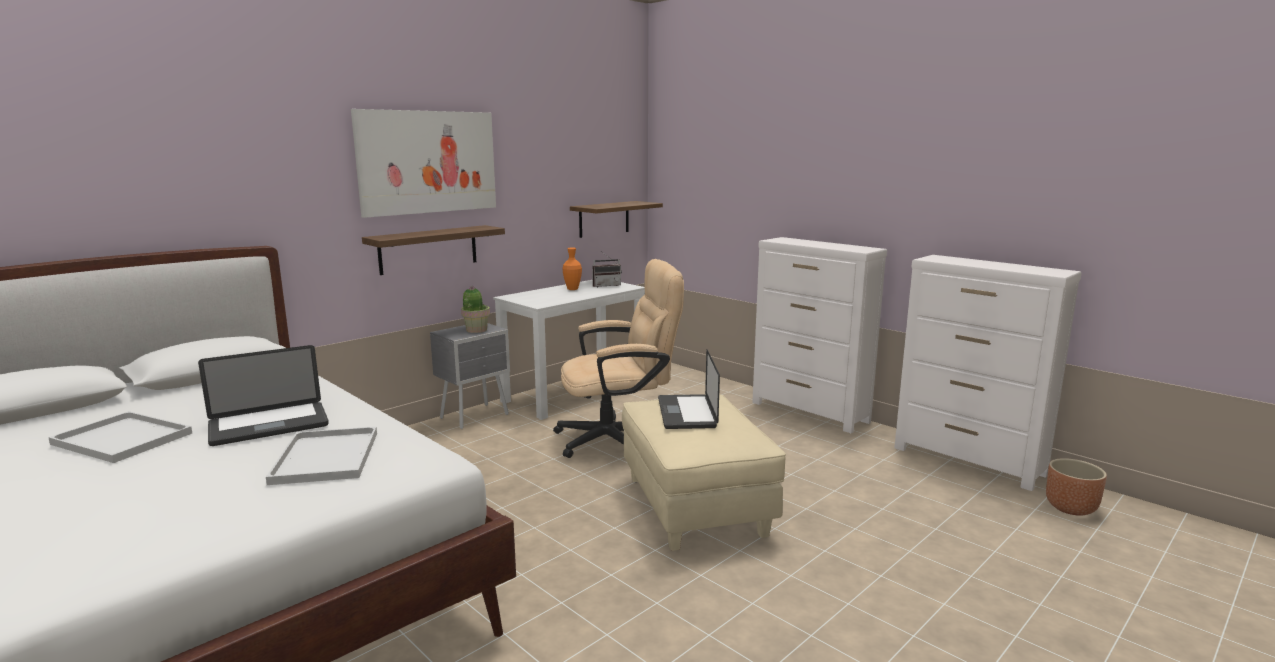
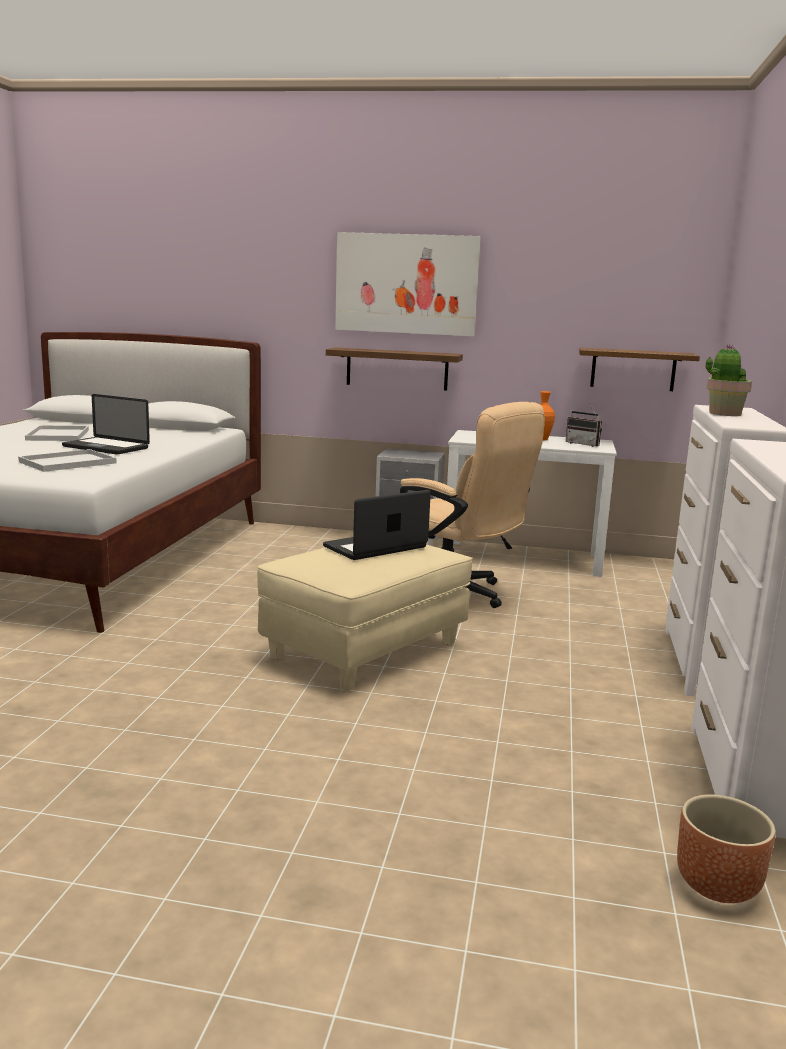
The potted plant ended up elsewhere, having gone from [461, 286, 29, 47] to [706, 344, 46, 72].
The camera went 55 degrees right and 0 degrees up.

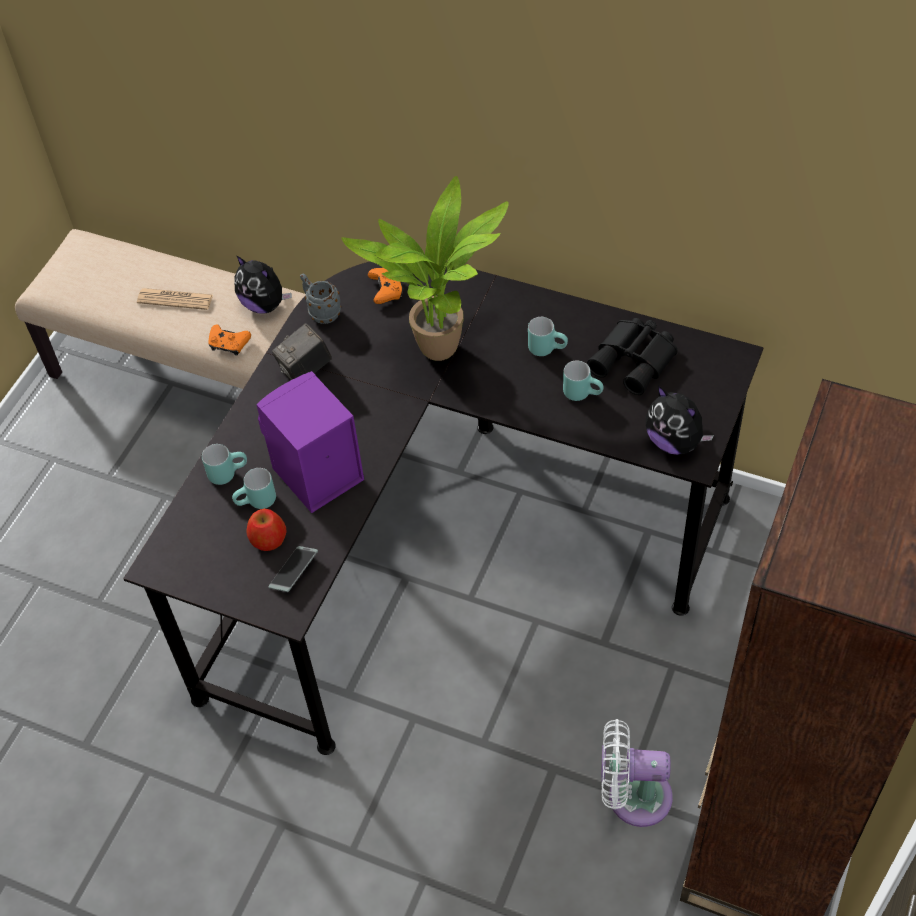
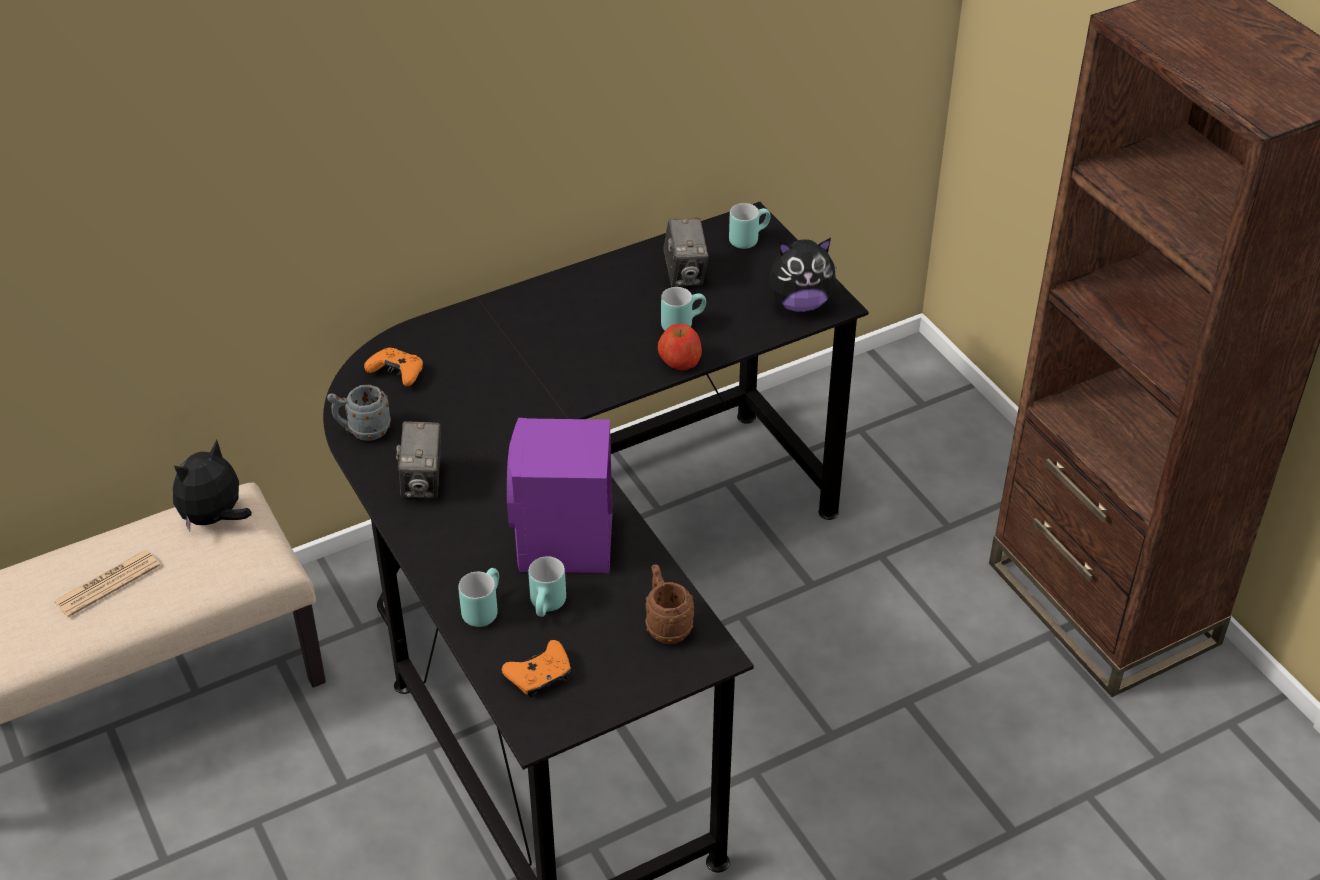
The second view lost the potted plant at [341, 176, 168, 185].
The second view lost the whitish cooling fan at [601, 719, 72, 108].
The orange-coloured gamepad ended up elsewhere, having gone from [209, 324, 42, 32] to [502, 640, 69, 58].
The apple ended up elsewhere, having gone from [246, 509, 40, 42] to [658, 324, 44, 46].
The blue-green mug ended up elsewhere, having gone from [528, 317, 40, 39] to [729, 203, 42, 46].
Where the telephone stood at [268, 546, 50, 46], the brownish mug came to stand at [645, 564, 49, 80].
Where the black-coloured field glasses stood at [587, 318, 91, 77], the photo camera came to stand at [663, 218, 46, 69].
The cuddly toy at [235, 255, 57, 59] ended up facing another way, 150 degrees clockwise from before.
The camera went 55 degrees left and 10 degrees down.

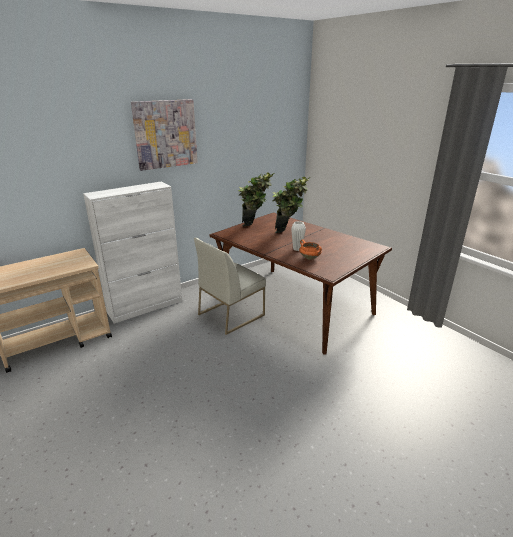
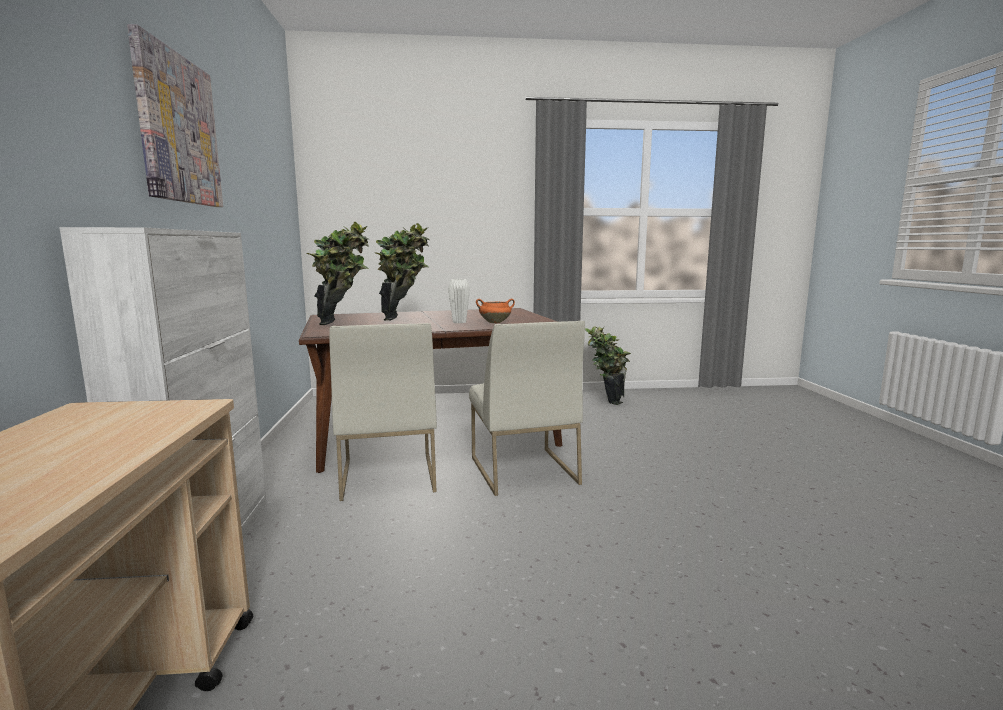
The second view gained the whitish chair at [469, 321, 116, 175].
The second view gained the potted plant at [585, 326, 46, 79].
The camera went 60 degrees left and 15 degrees down.

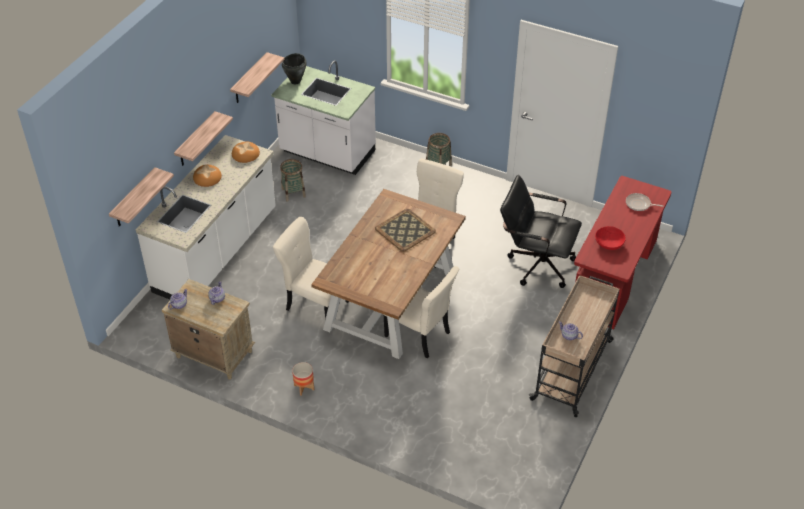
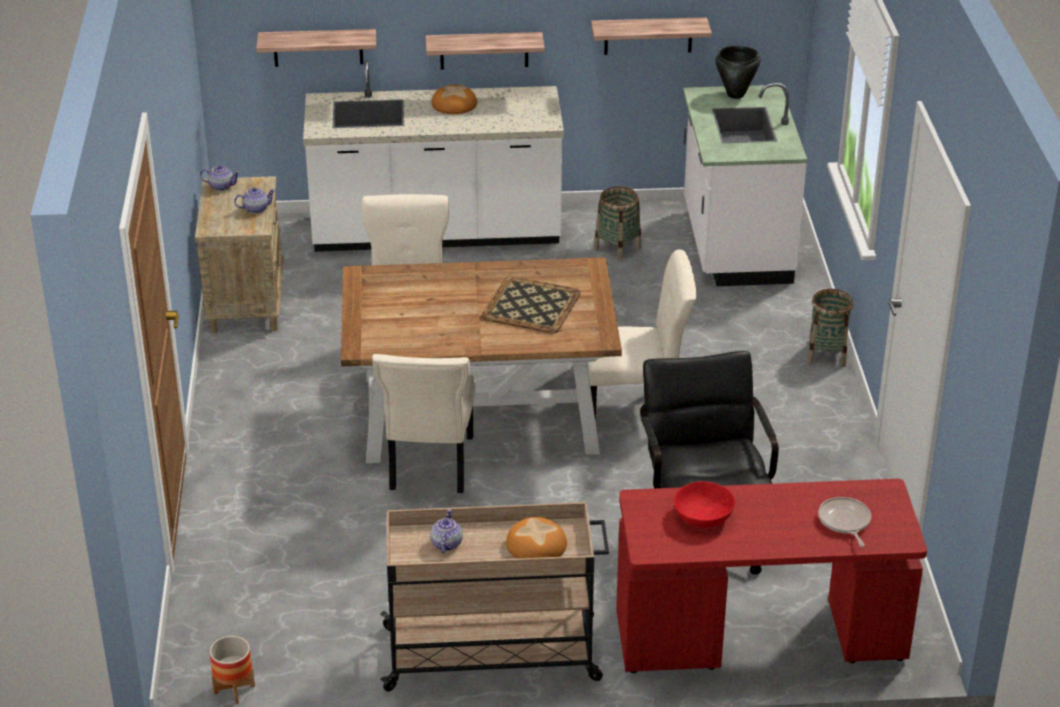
The baked bread ended up elsewhere, having gone from [232, 142, 28, 21] to [506, 517, 61, 42].
The planter ended up elsewhere, having gone from [292, 362, 22, 34] to [210, 636, 45, 68].
The camera went 60 degrees right and 10 degrees down.

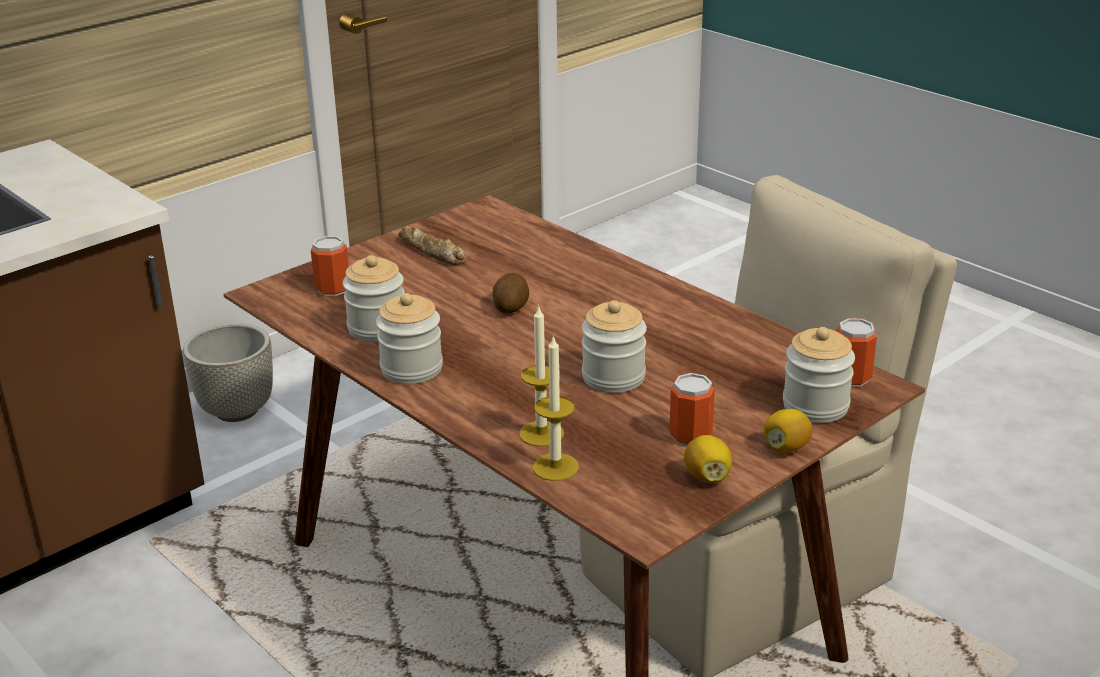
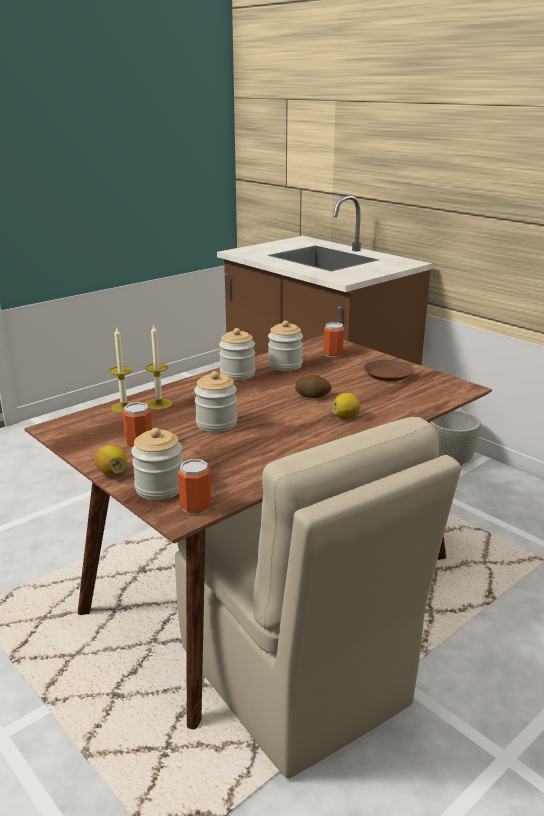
The citrus fruit ended up elsewhere, having gone from [684, 435, 48, 48] to [332, 393, 28, 26].
Where the baked bread stood at [398, 226, 69, 39], the brownish dinner plate came to stand at [364, 360, 50, 22].
The camera went 90 degrees right and 5 degrees down.

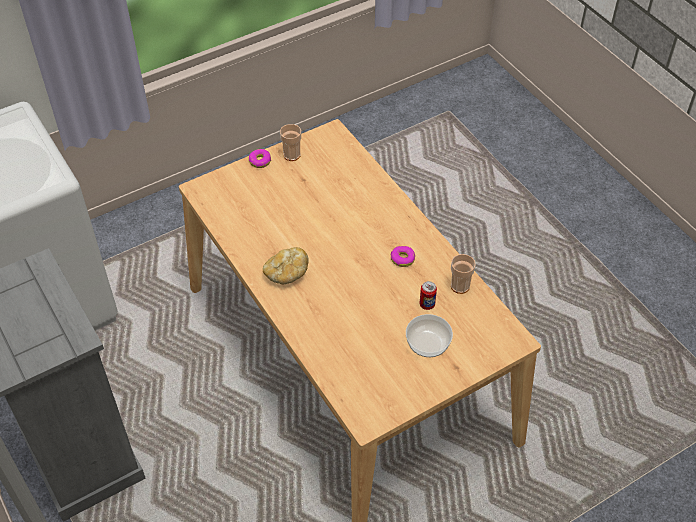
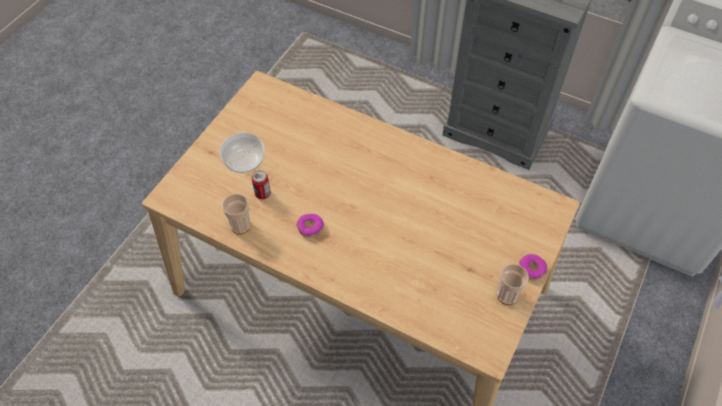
The second view lost the baked bread at [263, 247, 46, 37].
The camera went 150 degrees right and 5 degrees up.

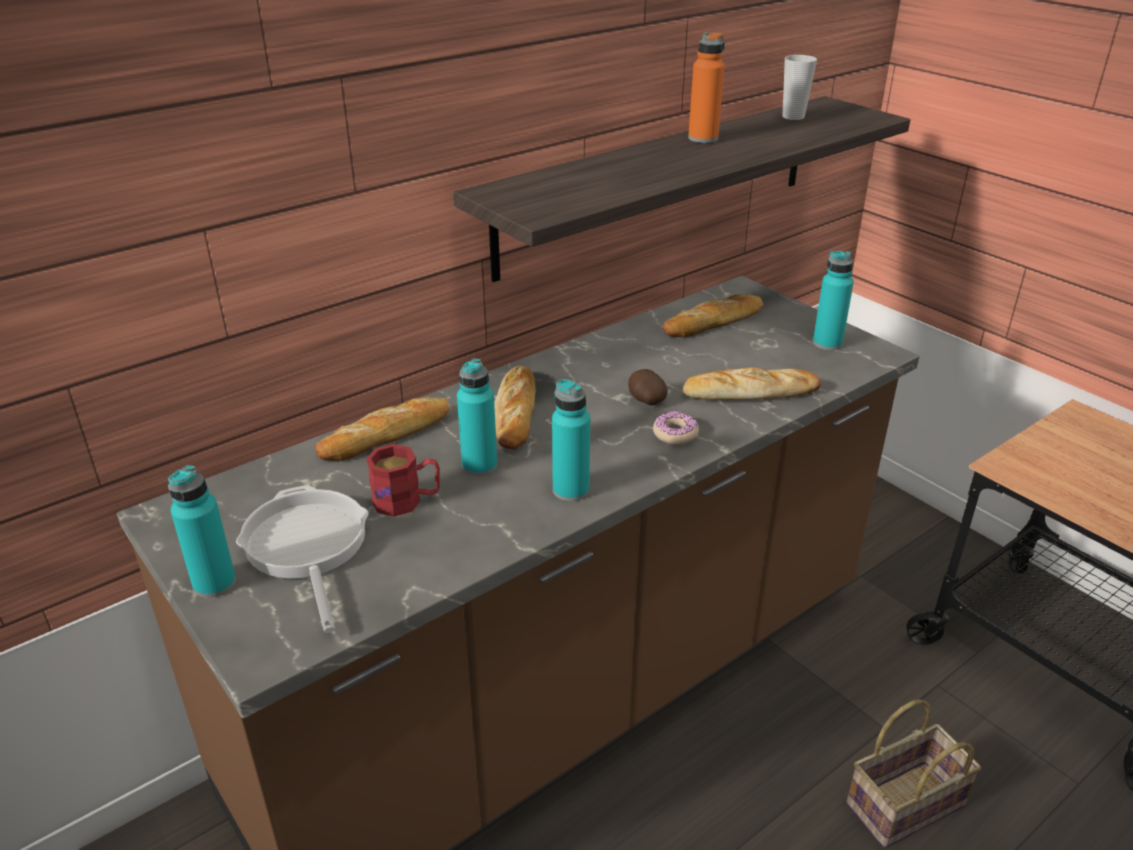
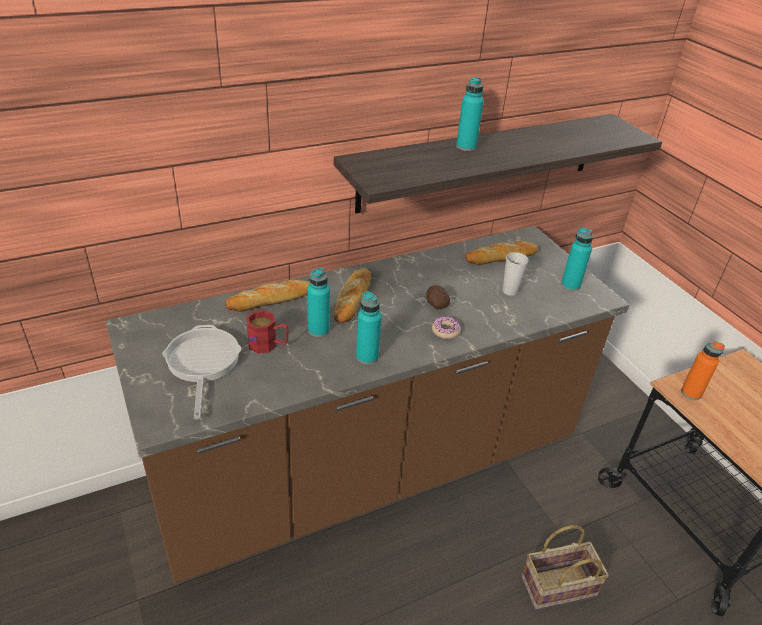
The second view lost the baked bread at [683, 367, 138, 33].
The blue-green bottle ended up elsewhere, having gone from [168, 465, 68, 133] to [456, 77, 28, 74].
The orange-coloured bottle ended up elsewhere, having gone from [688, 32, 37, 111] to [681, 340, 44, 60].
The small cup ended up elsewhere, having gone from [783, 55, 34, 65] to [503, 252, 26, 44].
The camera went 10 degrees right and 5 degrees up.

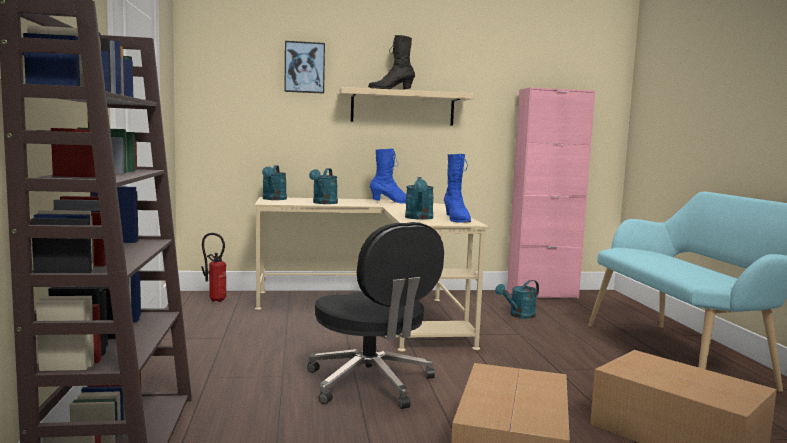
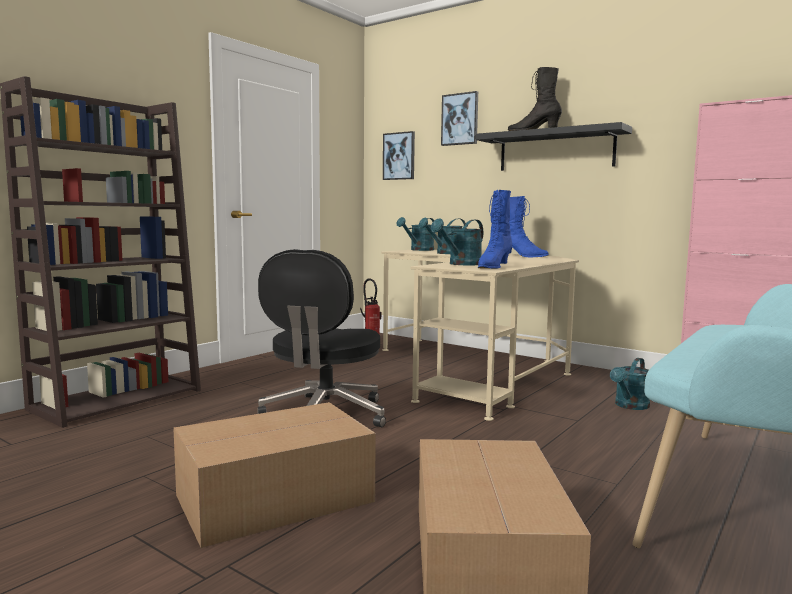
The second view gained the wall picture at [383, 131, 32, 49].
What was the sand-coloured wall shelf at [339, 87, 134, 39] turned into the black-coloured wall shelf at [476, 122, 156, 49].
The blue-green watering can at [495, 280, 44, 39] ended up facing another way, 60 degrees counterclockwise from before.
The camera went 45 degrees right and 0 degrees up.

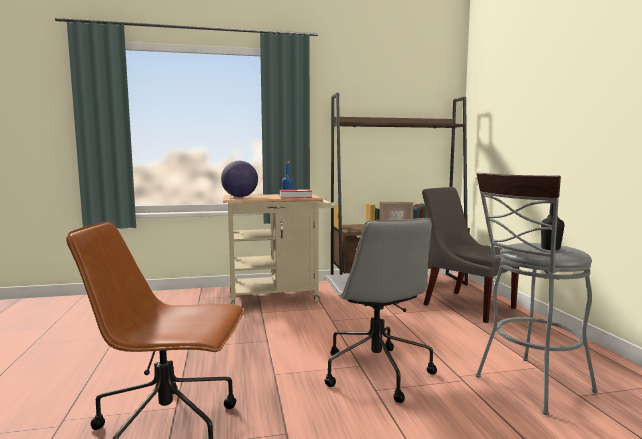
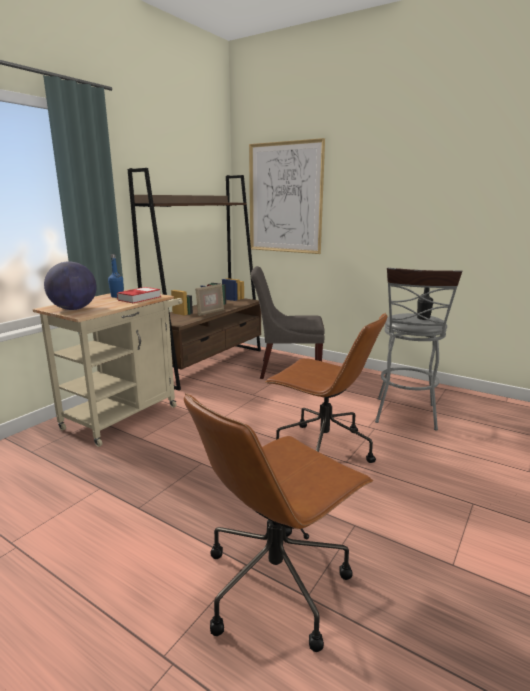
The second view gained the wall picture at [249, 138, 76, 116].
What was the grey office chair at [324, 218, 113, 185] turned into the brownish office chair at [265, 313, 123, 150].
The camera went 45 degrees left and 10 degrees up.

